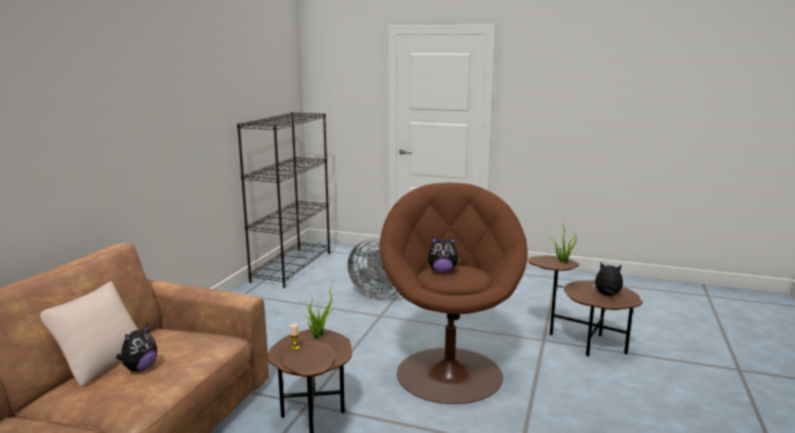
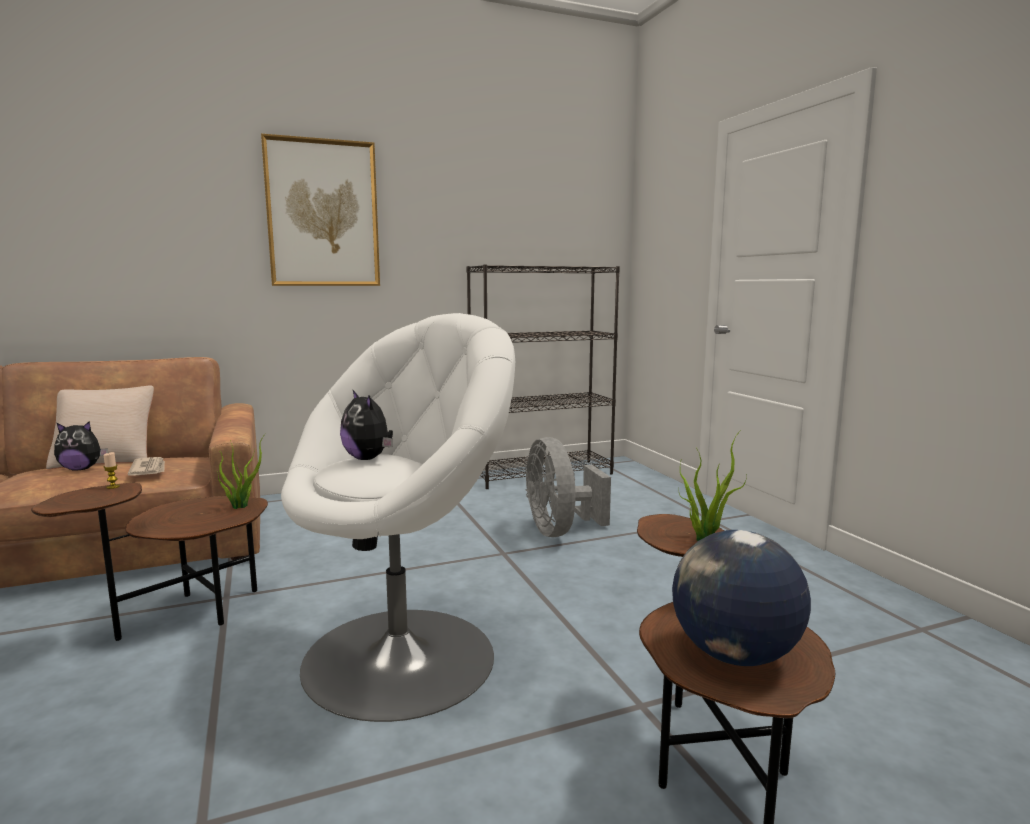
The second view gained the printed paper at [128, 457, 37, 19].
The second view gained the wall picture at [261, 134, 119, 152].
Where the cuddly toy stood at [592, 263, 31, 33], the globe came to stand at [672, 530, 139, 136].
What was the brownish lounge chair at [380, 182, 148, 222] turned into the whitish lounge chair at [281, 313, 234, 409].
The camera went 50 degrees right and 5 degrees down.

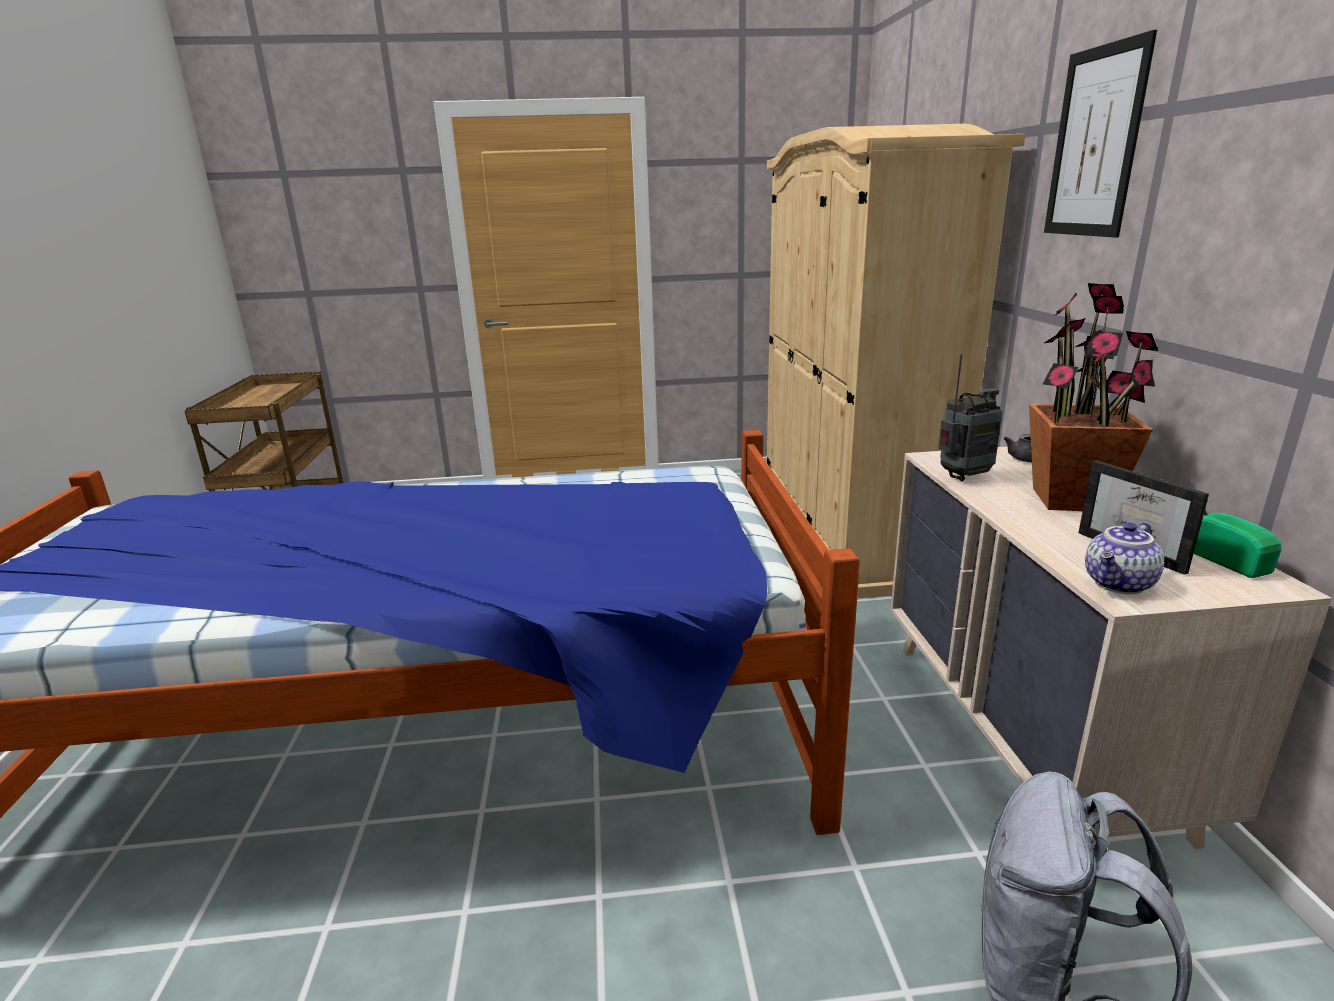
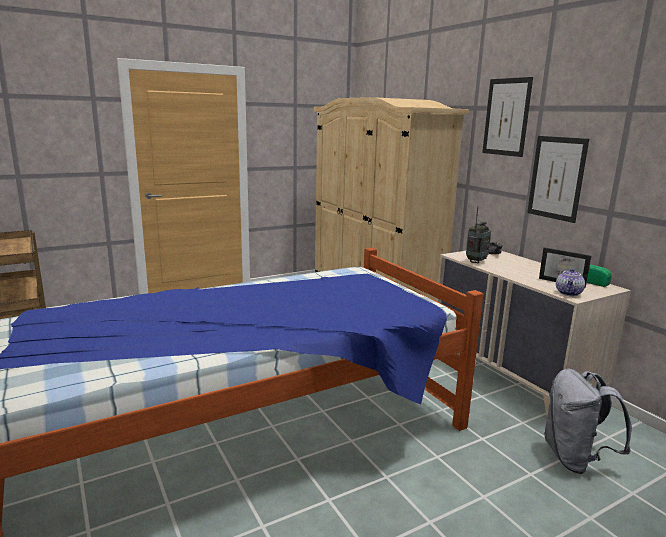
The second view lost the potted plant at [1029, 283, 129, 228].
The second view gained the wall picture at [527, 136, 62, 87].
The camera went 25 degrees left and 5 degrees down.

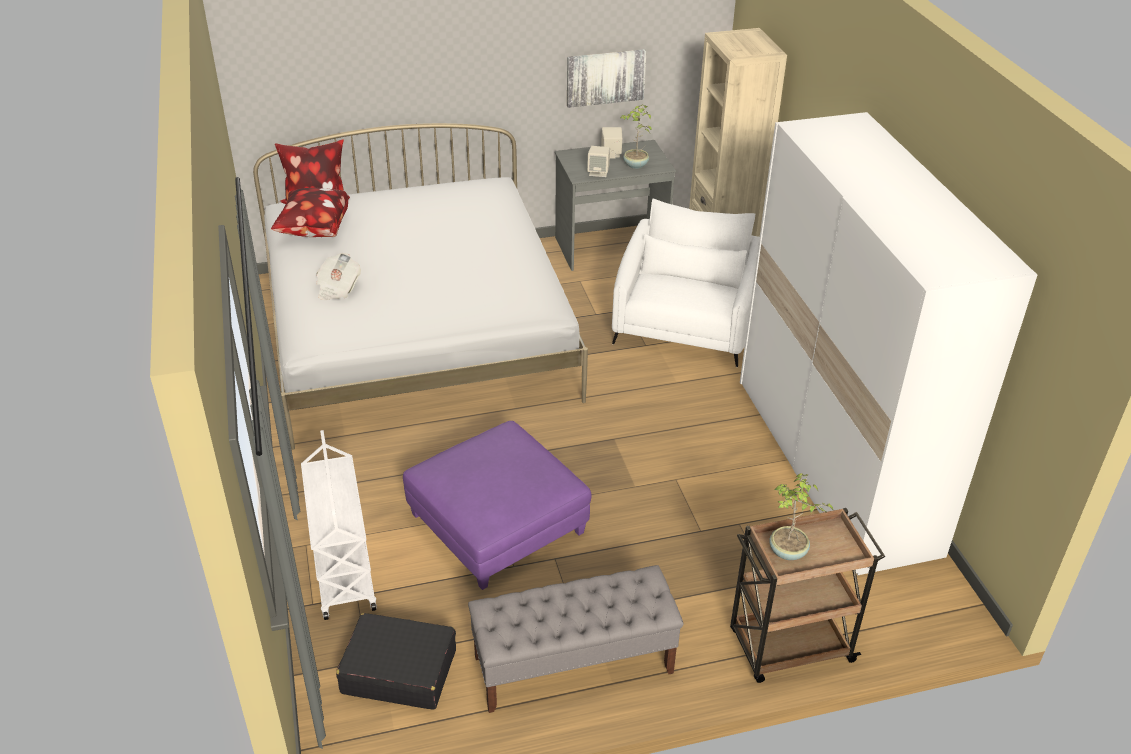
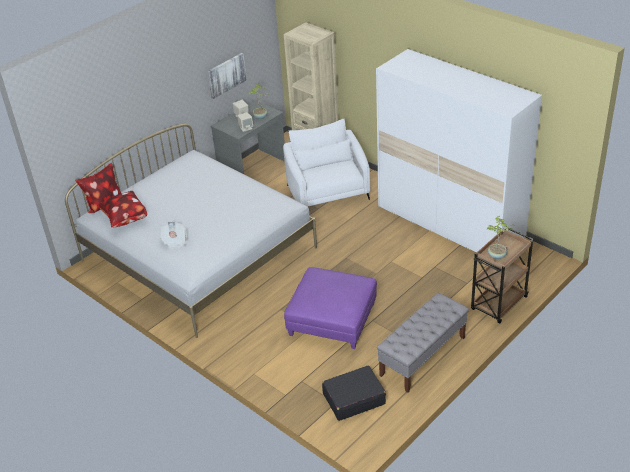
The second view lost the whitish cart at [301, 430, 76, 190].
The camera went 30 degrees left and 0 degrees up.

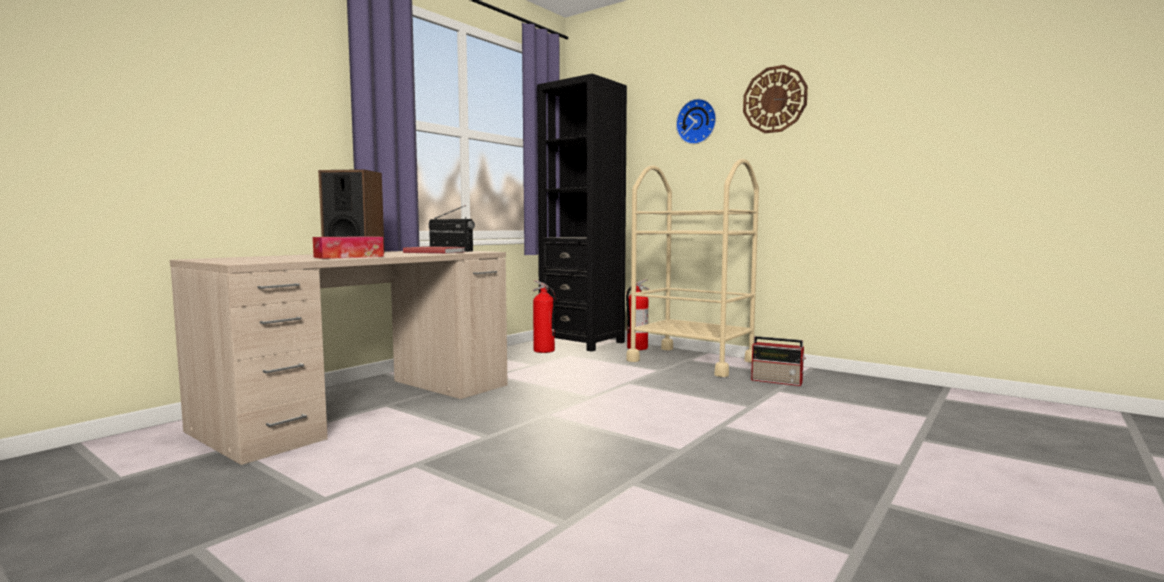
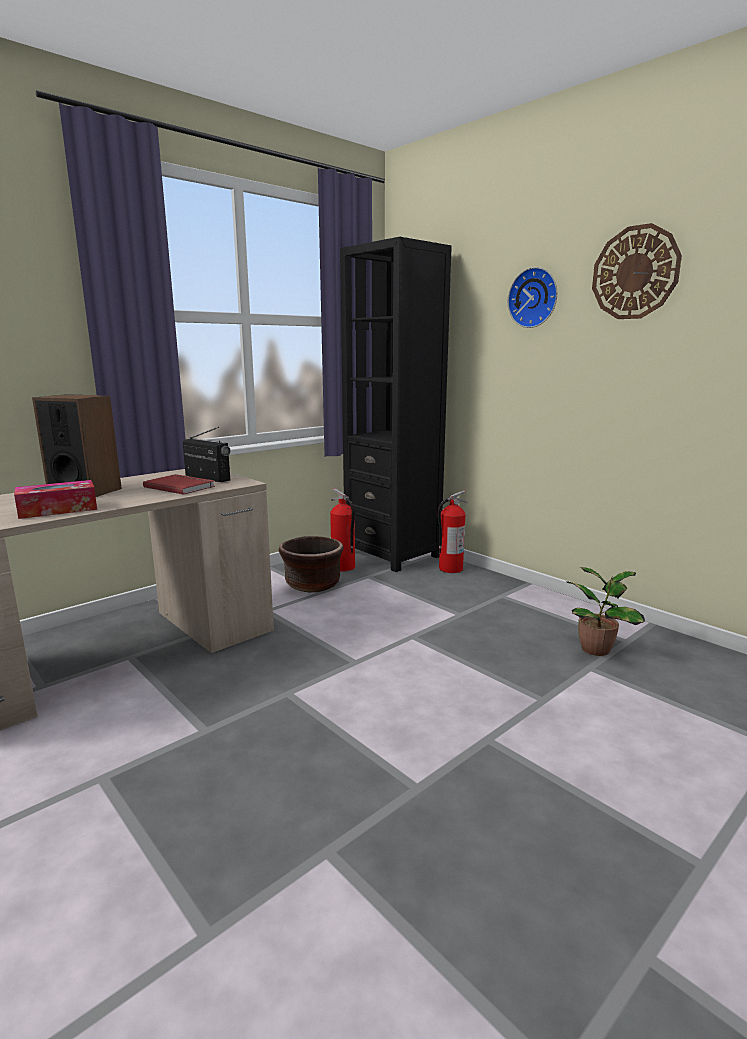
The second view lost the sand-coloured cart at [626, 159, 133, 218].
The second view gained the brownish planter at [279, 536, 65, 56].
Where the radio receiver stood at [751, 336, 55, 50], the potted plant came to stand at [566, 567, 79, 89].
The camera went 10 degrees right and 10 degrees up.

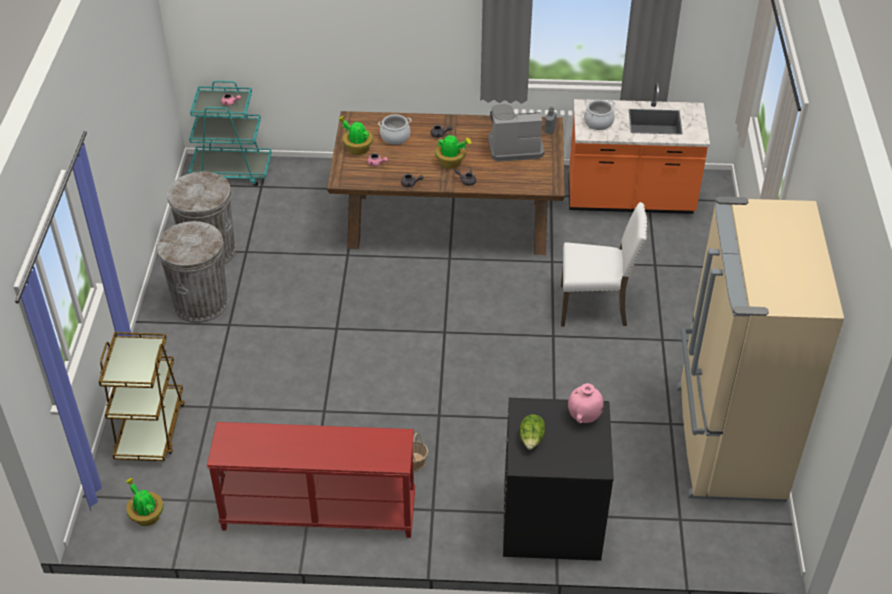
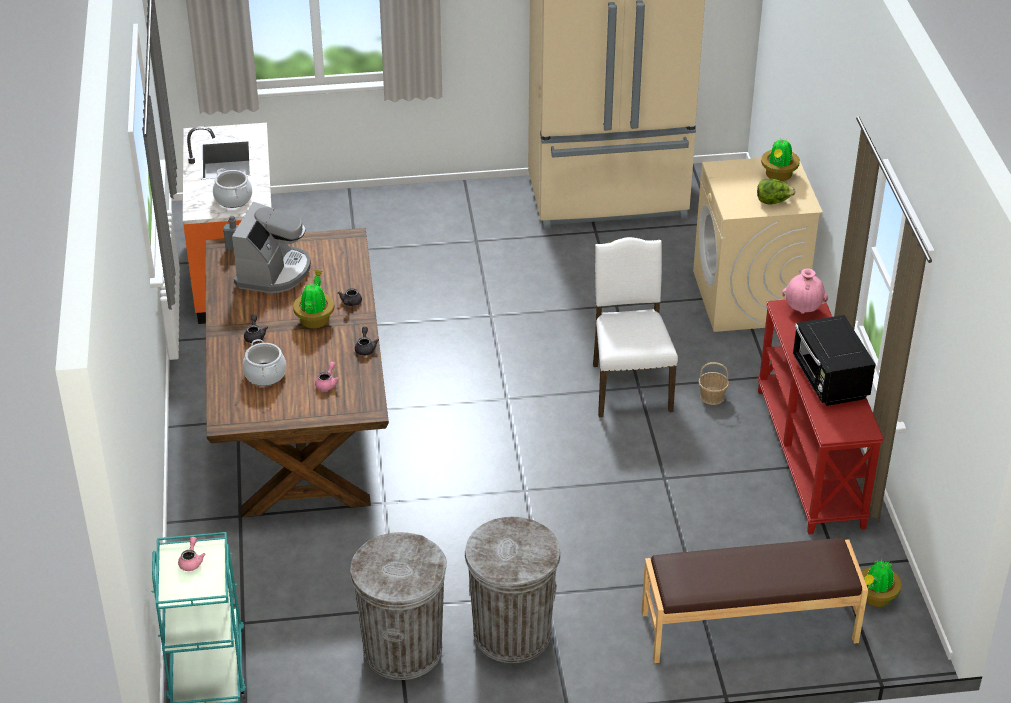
The second view gained the black-coloured microwave at [793, 315, 82, 91].
The potted plant ended up elsewhere, having gone from [338, 116, 35, 39] to [761, 137, 39, 44].
The whitish chair ended up elsewhere, having gone from [561, 202, 86, 125] to [593, 237, 85, 180].
The pinkish flower vase ended up elsewhere, having gone from [568, 383, 36, 40] to [782, 268, 46, 46].
Where the brownish cart stood at [98, 332, 87, 129], the brownish long seat came to stand at [642, 538, 226, 125].
What was the black-coloured washing machine at [503, 398, 111, 163] turned into the sand-coloured washing machine at [693, 155, 130, 177].
The coffee maker at [488, 104, 57, 58] ended up facing another way, 150 degrees counterclockwise from before.
The camera went 100 degrees left and 5 degrees down.

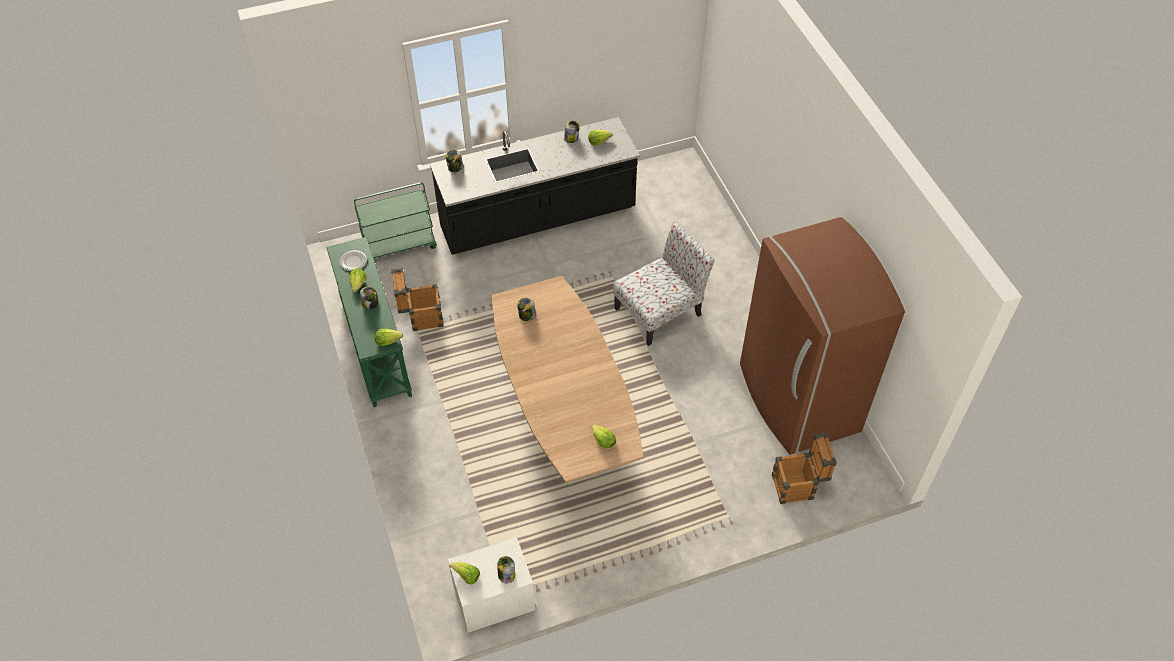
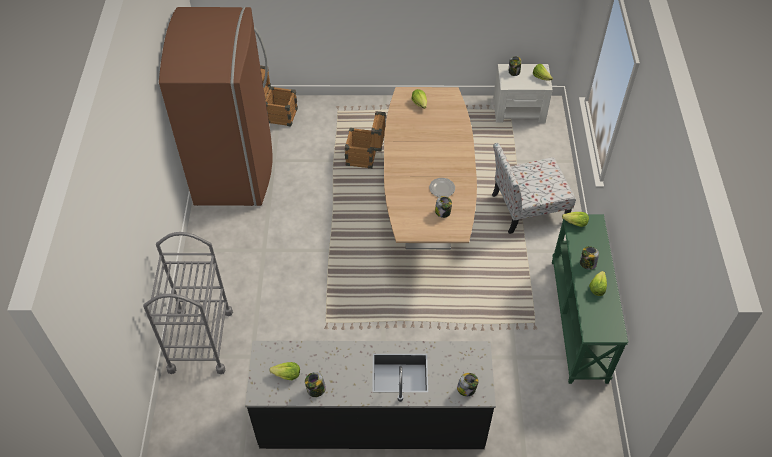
The second view lost the green cart at [354, 182, 83, 76].
The second view gained the grey cart at [143, 232, 90, 142].
The dinner plate ended up elsewhere, having gone from [340, 250, 27, 21] to [429, 178, 26, 19].
The crate ended up elsewhere, having gone from [392, 268, 52, 63] to [344, 111, 42, 58].
The chair ended up elsewhere, having gone from [613, 222, 101, 124] to [492, 143, 84, 91].
The camera went 160 degrees left and 0 degrees up.

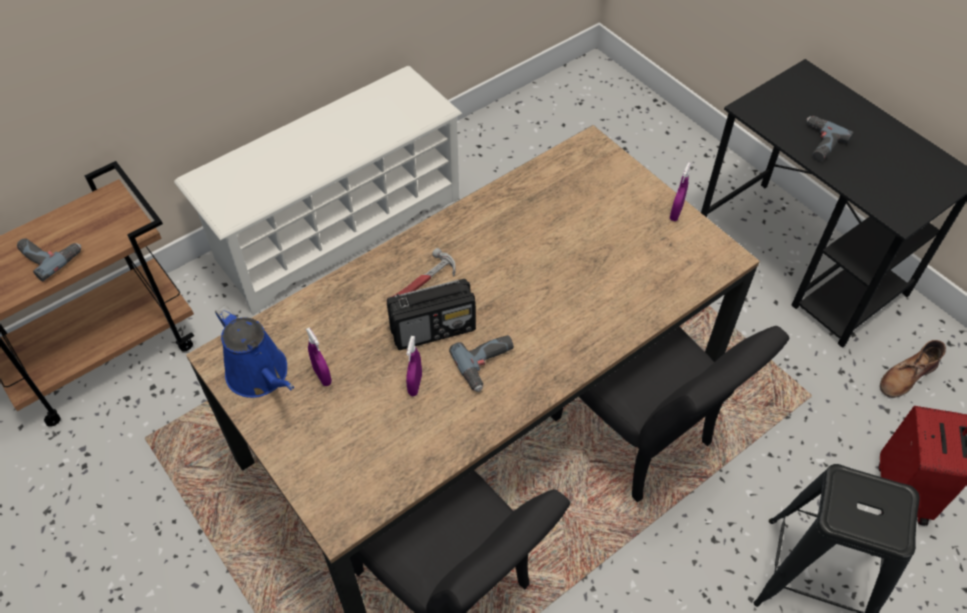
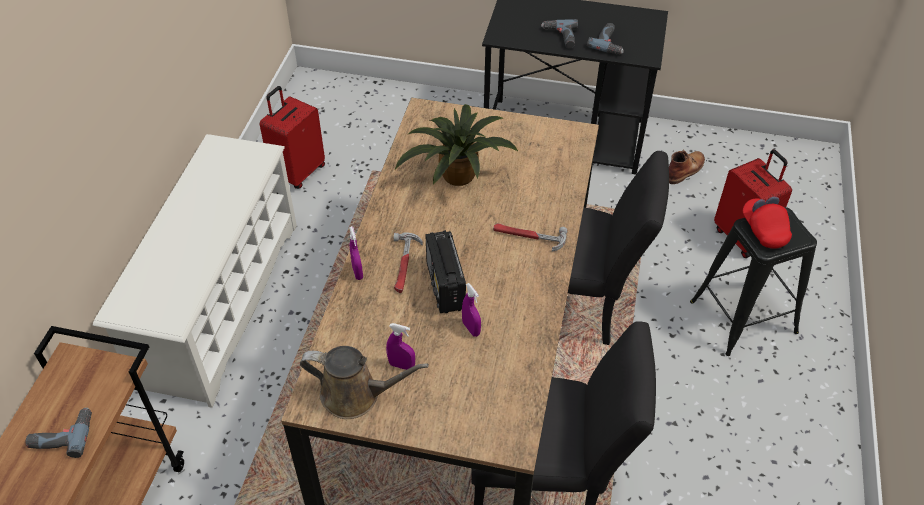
The second view gained the red travel case at [260, 86, 65, 103].
The second view gained the potted plant at [395, 104, 124, 82].
The second view gained the hammer at [493, 223, 75, 28].
The second view gained the red peaked cap at [743, 196, 49, 53].
The electric drill ended up elsewhere, having gone from [449, 335, 65, 57] to [587, 23, 37, 32].
The purplish sprayer ended up elsewhere, having gone from [670, 162, 21, 59] to [349, 226, 14, 54].
What was the blue-coloured watering can at [215, 305, 79, 93] turned into the brownish watering can at [300, 346, 129, 73].
The radio receiver at [387, 279, 89, 71] ended up facing another way, 135 degrees clockwise from before.
The brownish tall boot at [880, 340, 66, 58] ended up facing another way, 150 degrees counterclockwise from before.
The camera went 40 degrees left and 5 degrees down.

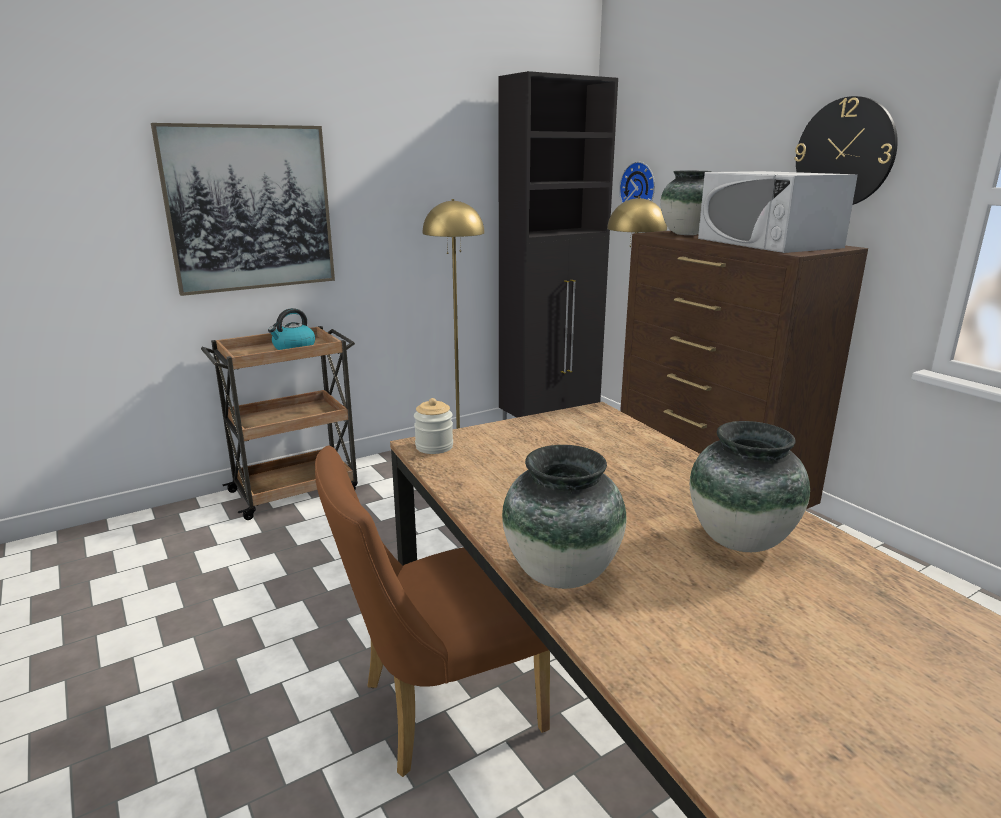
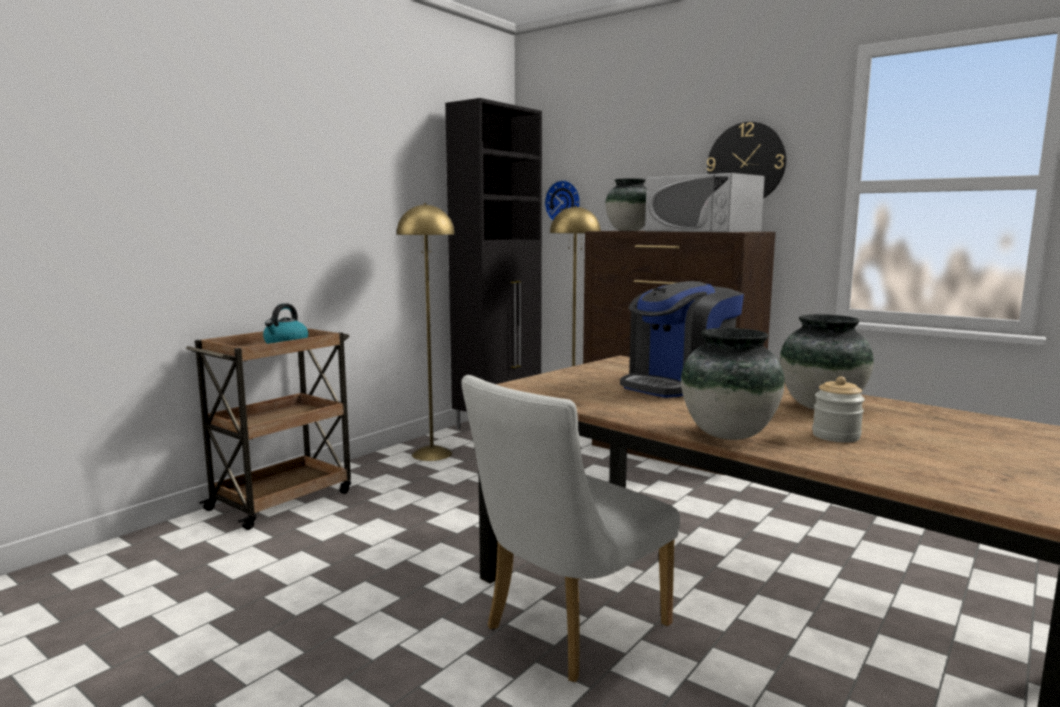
The second view lost the wall picture at [151, 123, 184, 173].
The second view gained the coffee maker at [620, 281, 124, 117].
The jar ended up elsewhere, having gone from [414, 398, 39, 56] to [812, 376, 53, 66].
What was the brownish chair at [315, 446, 235, 331] turned into the whitish chair at [461, 375, 219, 307].
The camera went 20 degrees left and 10 degrees down.

